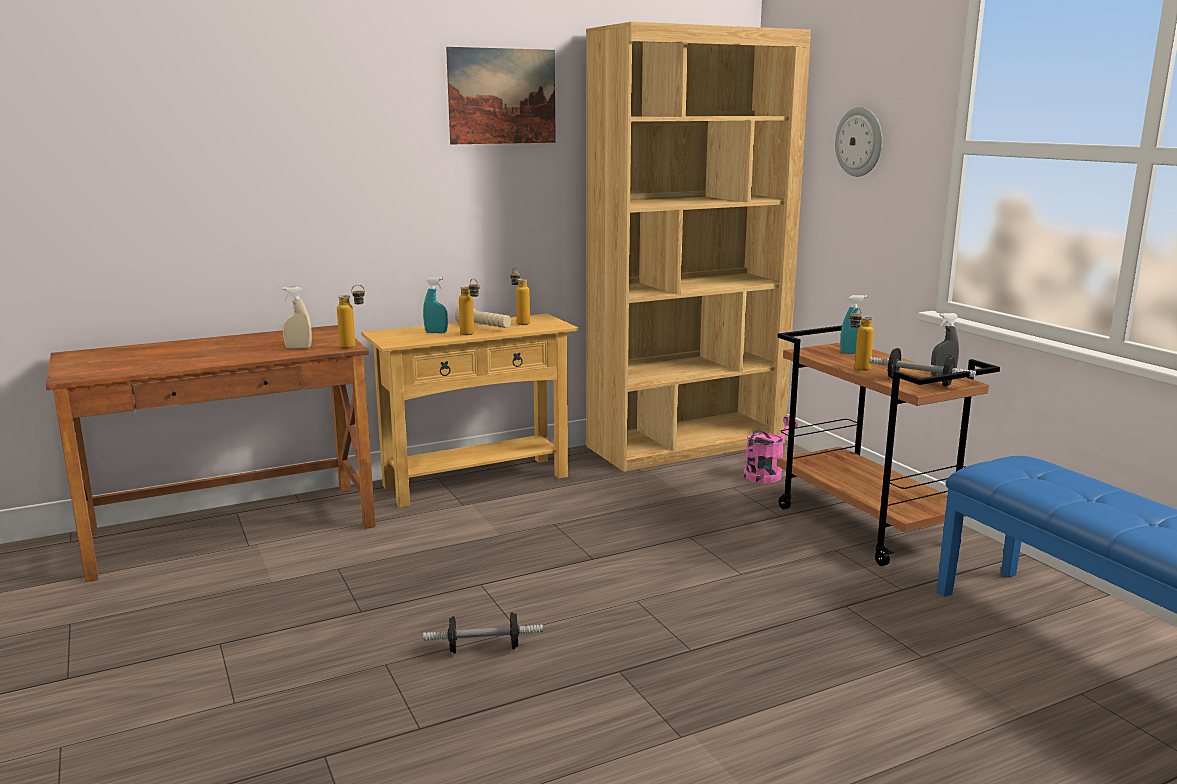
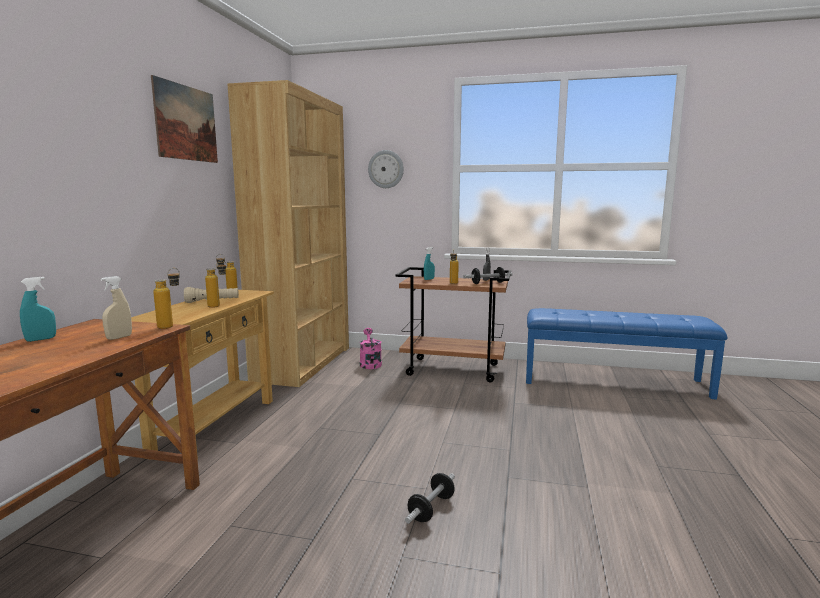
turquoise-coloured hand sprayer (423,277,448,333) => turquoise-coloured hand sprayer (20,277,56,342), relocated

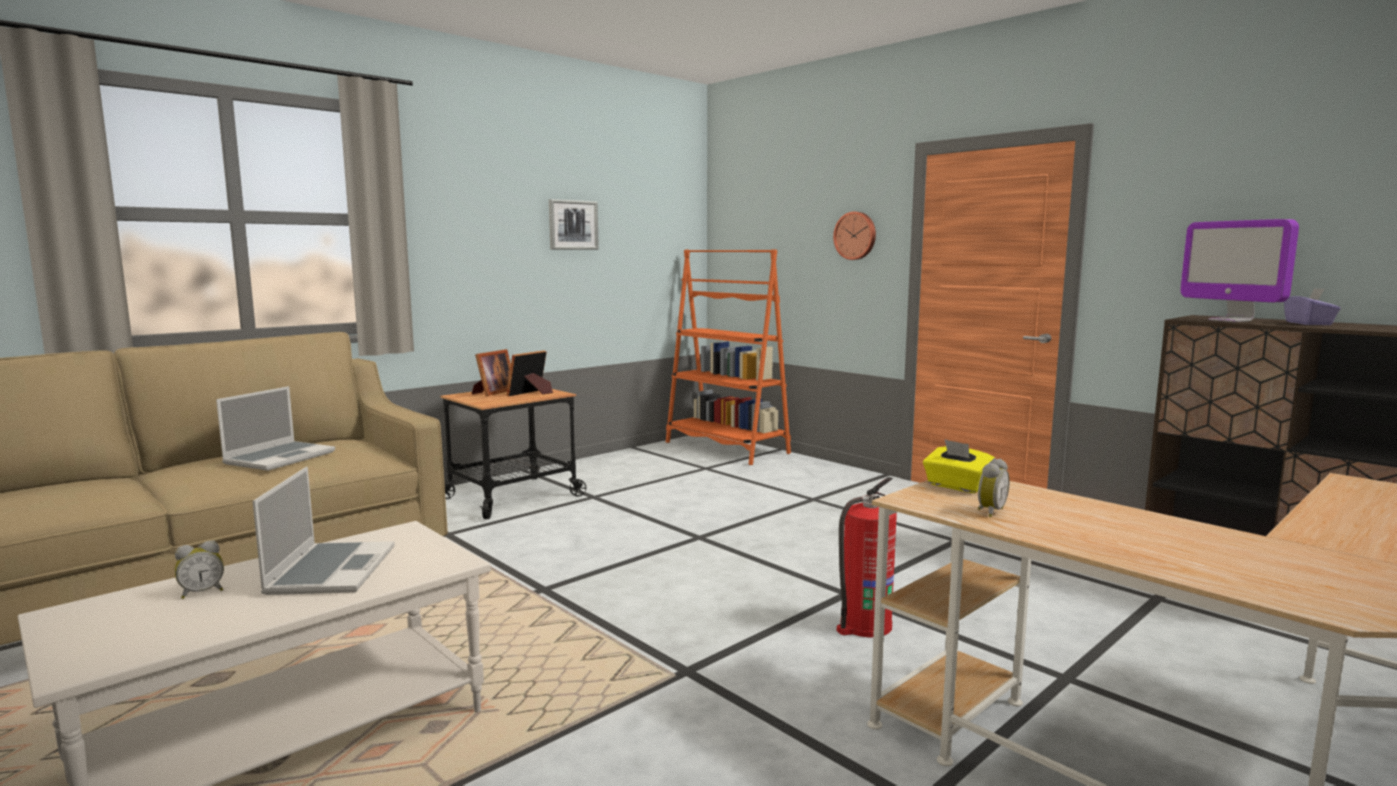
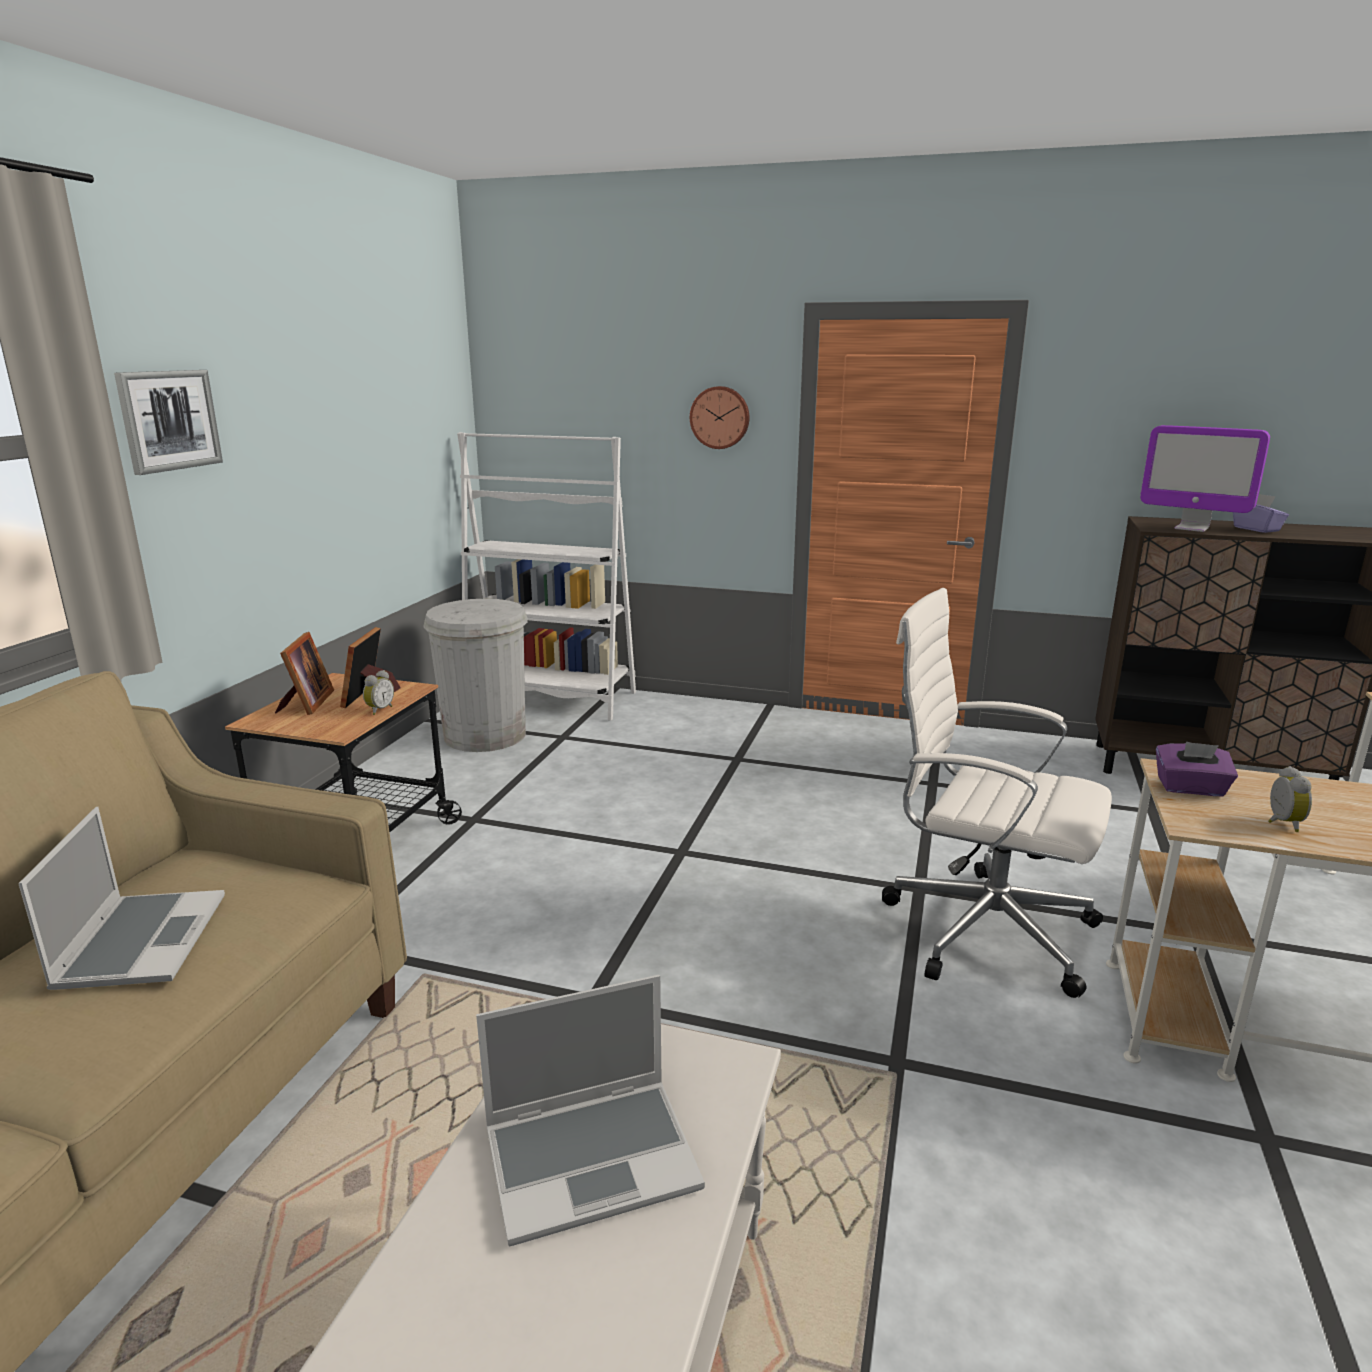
wall art (549,199,599,250) => wall art (114,370,223,475), relocated
orangey bookcase (666,249,791,465) => whitish bookcase (457,432,636,721)
yellow tissue box (923,439,995,493) => purplish tissue box (1156,742,1238,796)
laptop (253,467,395,595) => laptop (476,975,705,1246), 105 degrees clockwise
fire-fighting cylinder (837,477,897,637) => whitish office chair (882,588,1112,998)
bedside clock (175,541,224,599) => bedside clock (363,670,394,715), relocated
nothing => whitish rubbish bin (423,599,528,752)

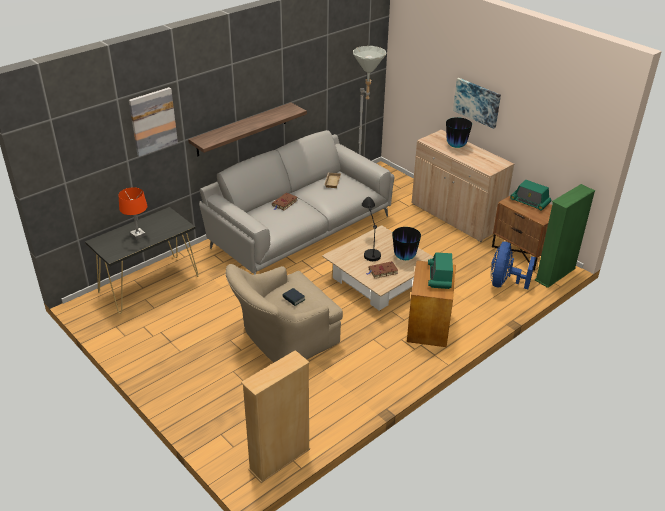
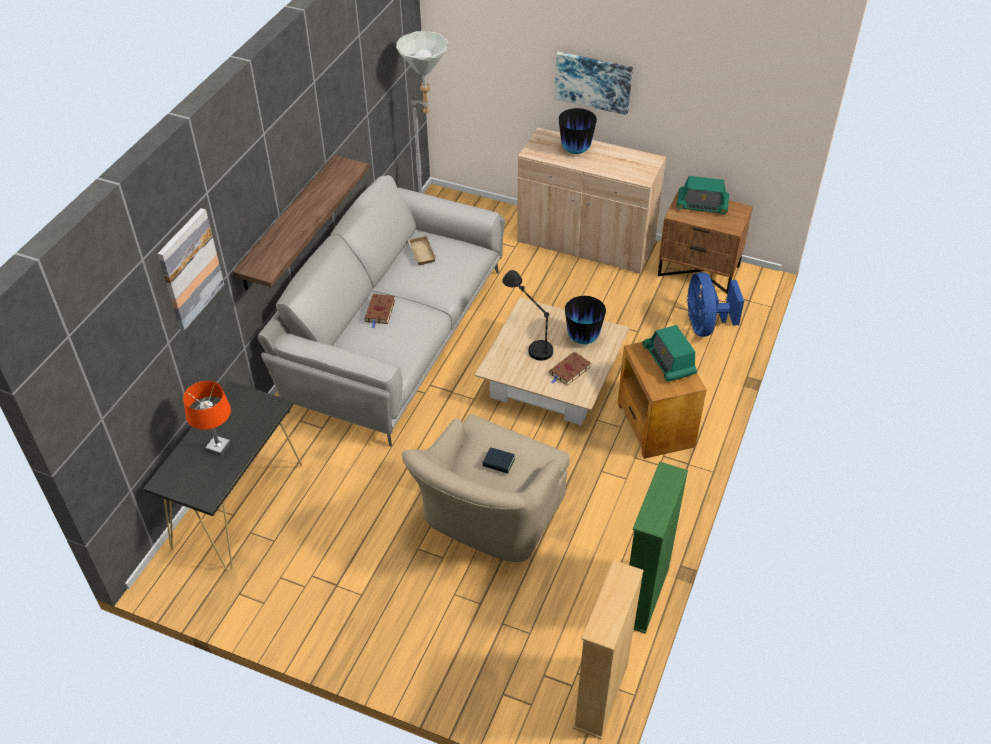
greenish bookcase (535,184,595,288) => greenish bookcase (629,461,688,634), relocated

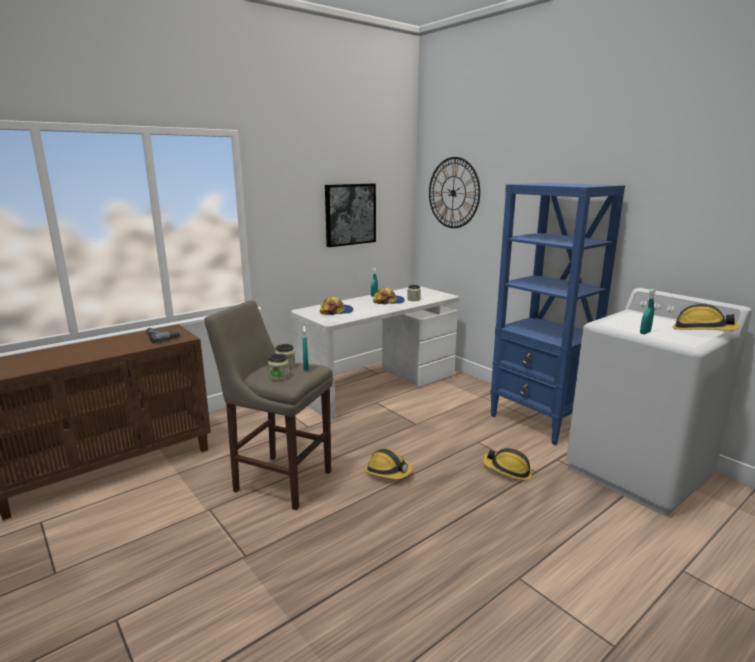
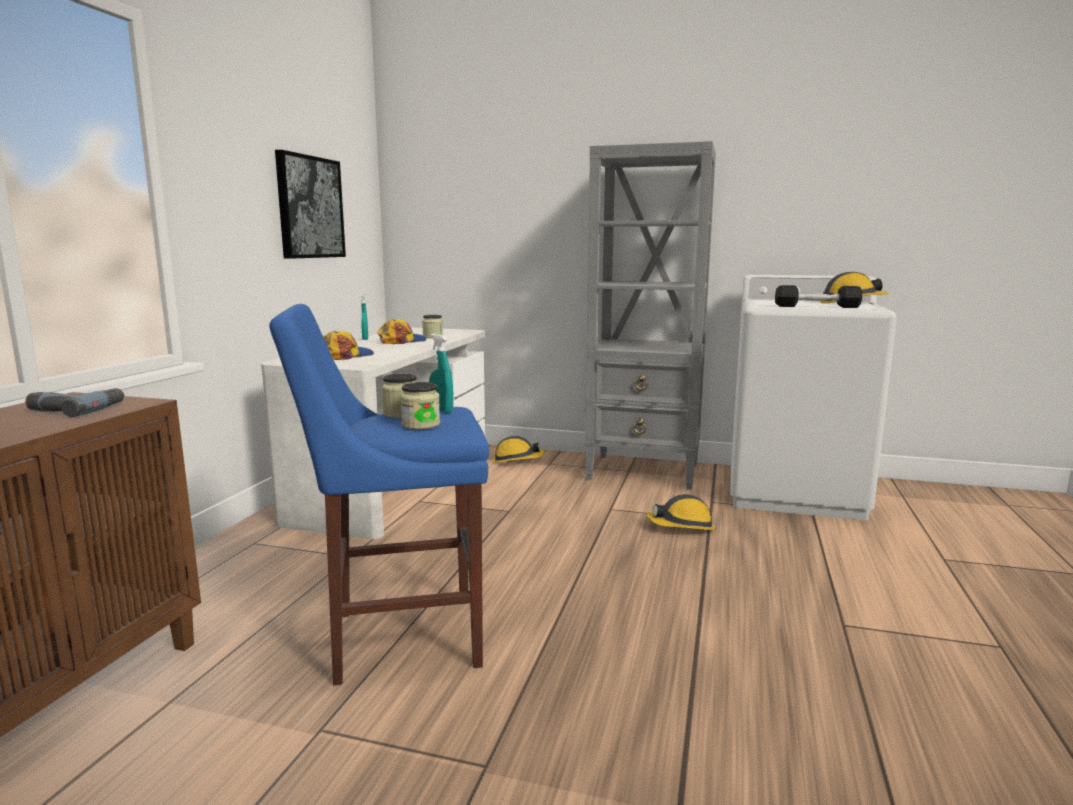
hanging clock (429,157,480,228) => nothing
blue-coloured bookcase (490,183,625,445) => grey bookcase (585,141,716,490)
turquoise-coloured hand sprayer (640,289,656,334) => black-coloured hand weight (775,285,862,308)
sand-coloured sitting stool (204,300,333,510) => blue-coloured sitting stool (269,304,489,685)
safety helmet (365,449,413,479) => safety helmet (493,436,544,463), relocated

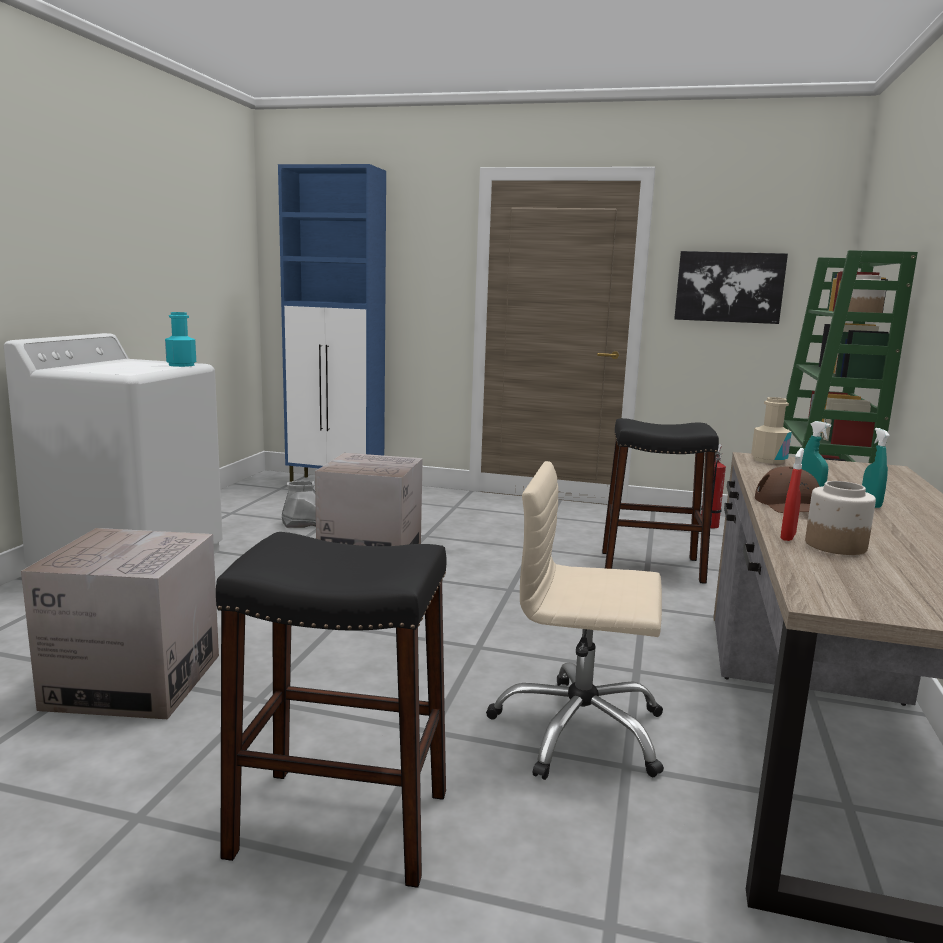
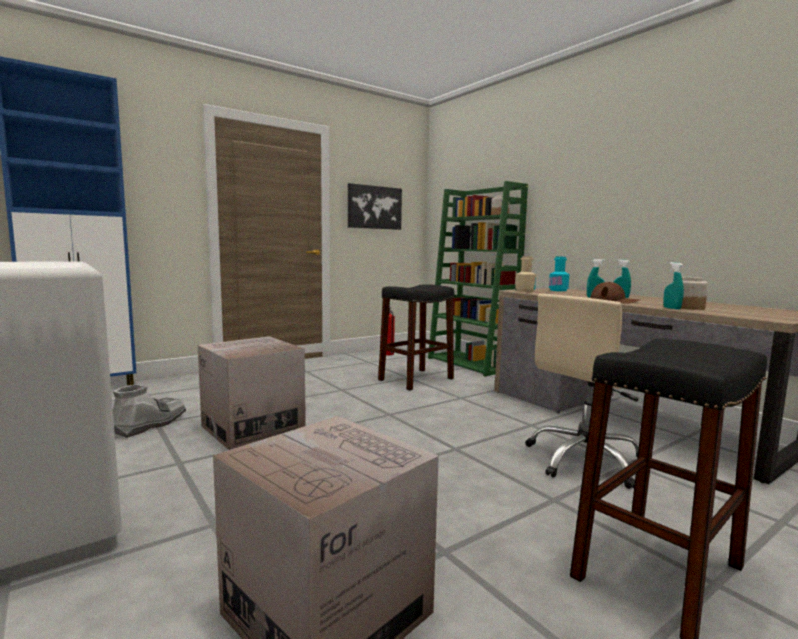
turquoise-coloured beverage bottle (165,312,196,367) => turquoise-coloured beverage bottle (549,257,569,291), relocated
reddish hand sprayer (780,448,804,541) => turquoise-coloured hand sprayer (663,262,684,310)

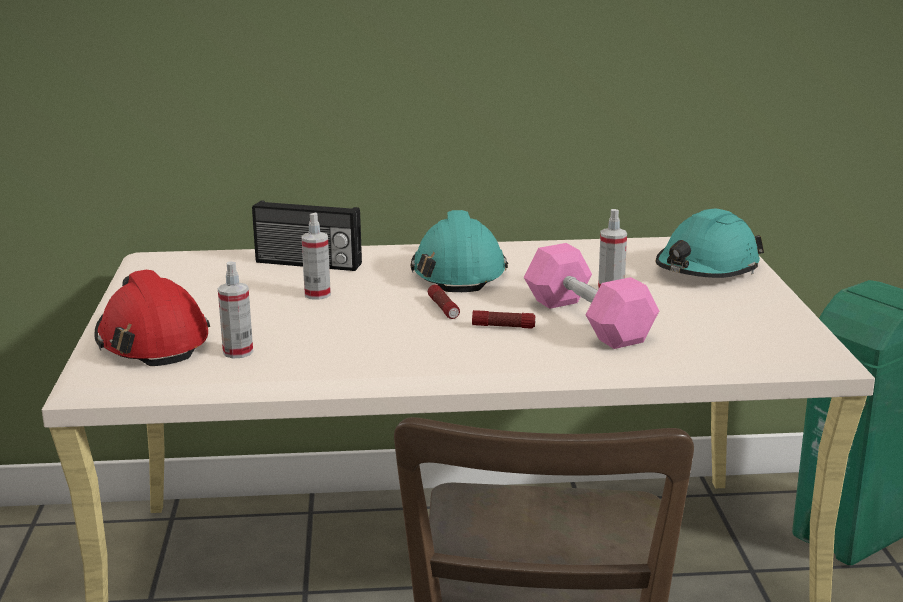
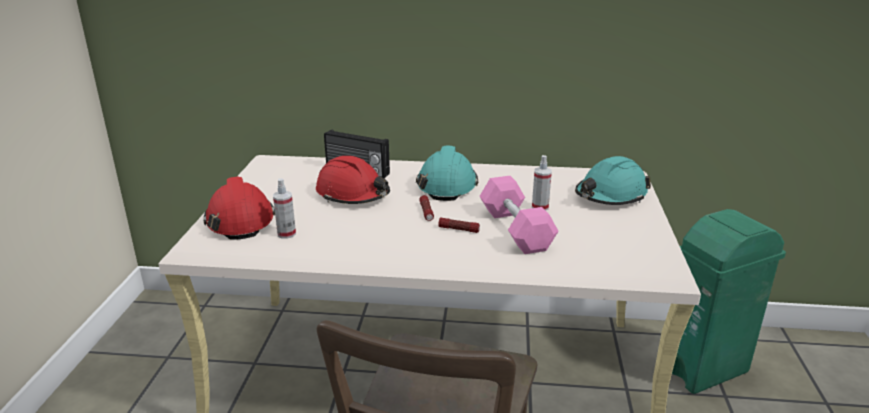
hand sprayer (301,213,331,300) => reddish safety helmet (316,156,390,204)

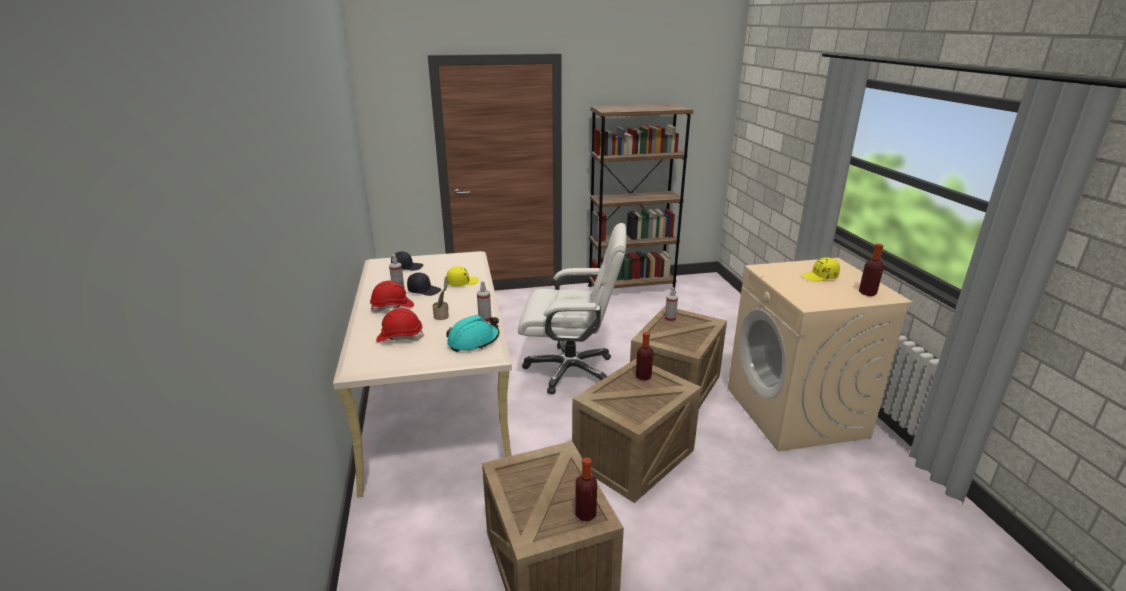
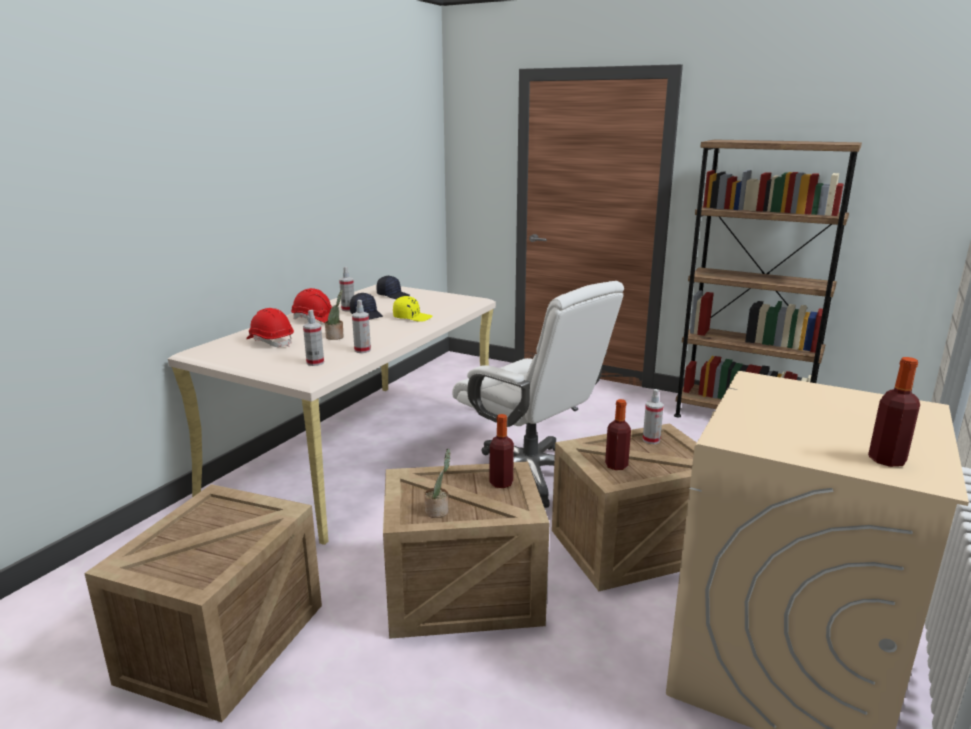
yellow baseball cap (802,257,840,282) => nothing
turquoise-coloured safety helmet (446,315,500,352) => hand sprayer (303,310,324,366)
beverage bottle (575,457,597,521) => beverage bottle (605,399,631,470), relocated
nothing => potted plant (424,449,450,518)

